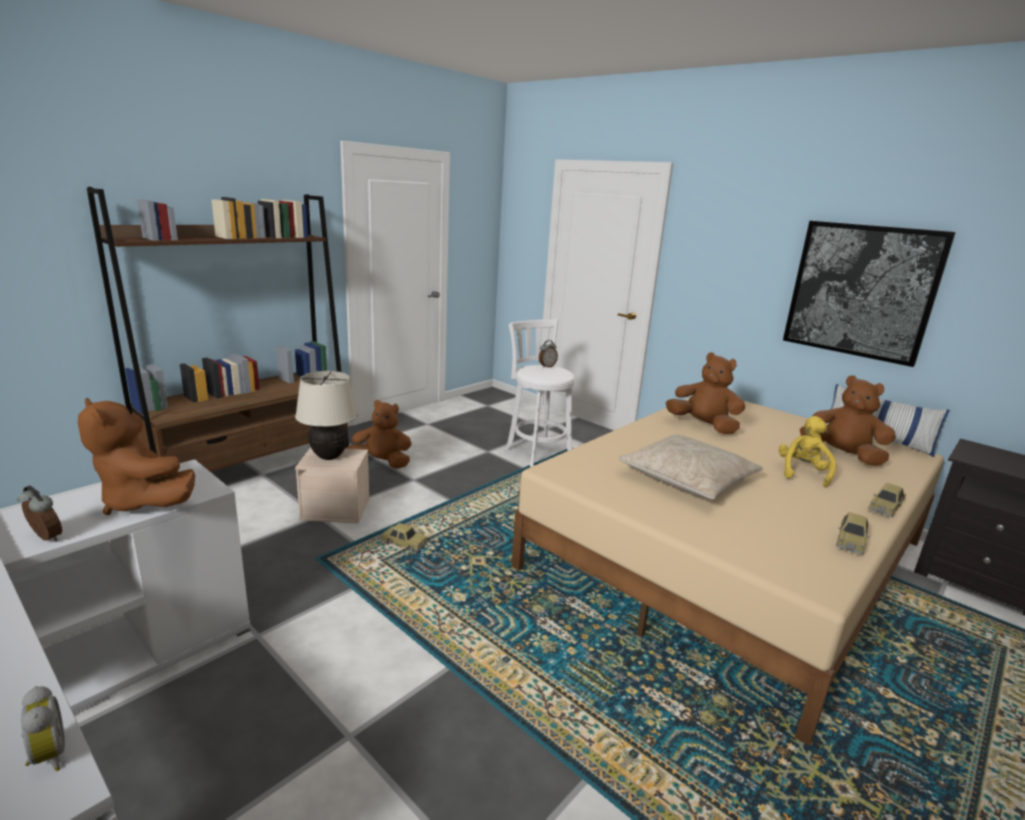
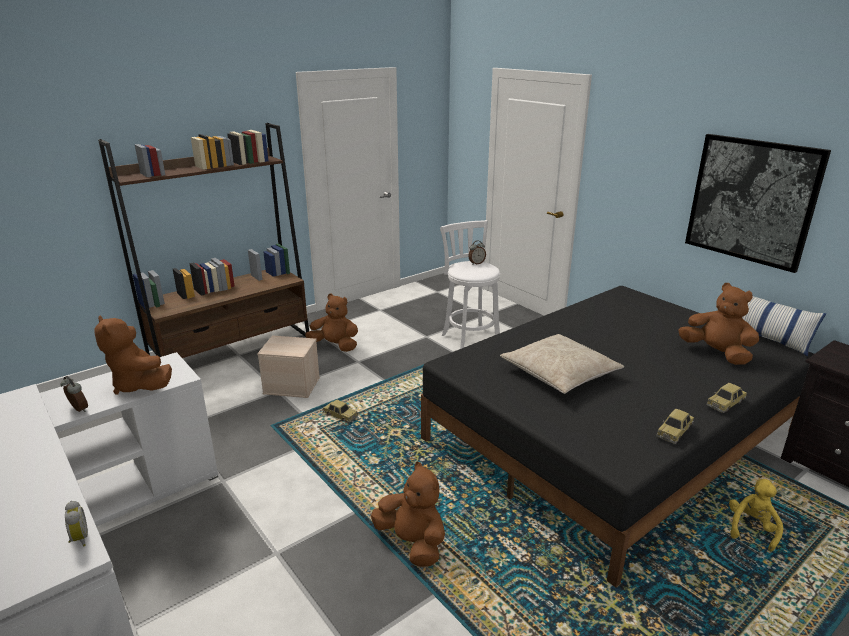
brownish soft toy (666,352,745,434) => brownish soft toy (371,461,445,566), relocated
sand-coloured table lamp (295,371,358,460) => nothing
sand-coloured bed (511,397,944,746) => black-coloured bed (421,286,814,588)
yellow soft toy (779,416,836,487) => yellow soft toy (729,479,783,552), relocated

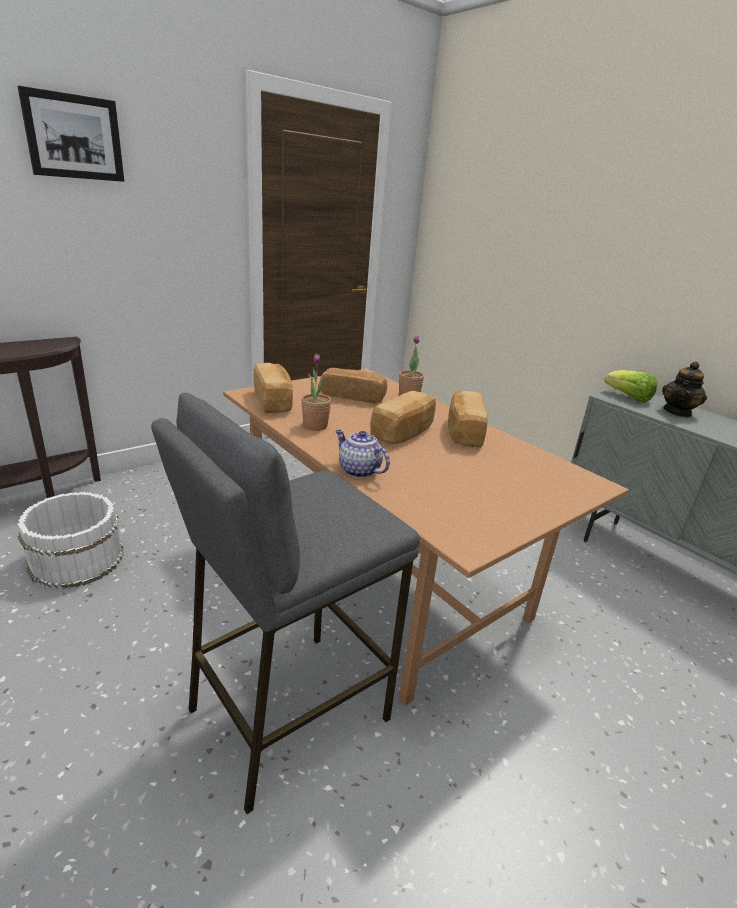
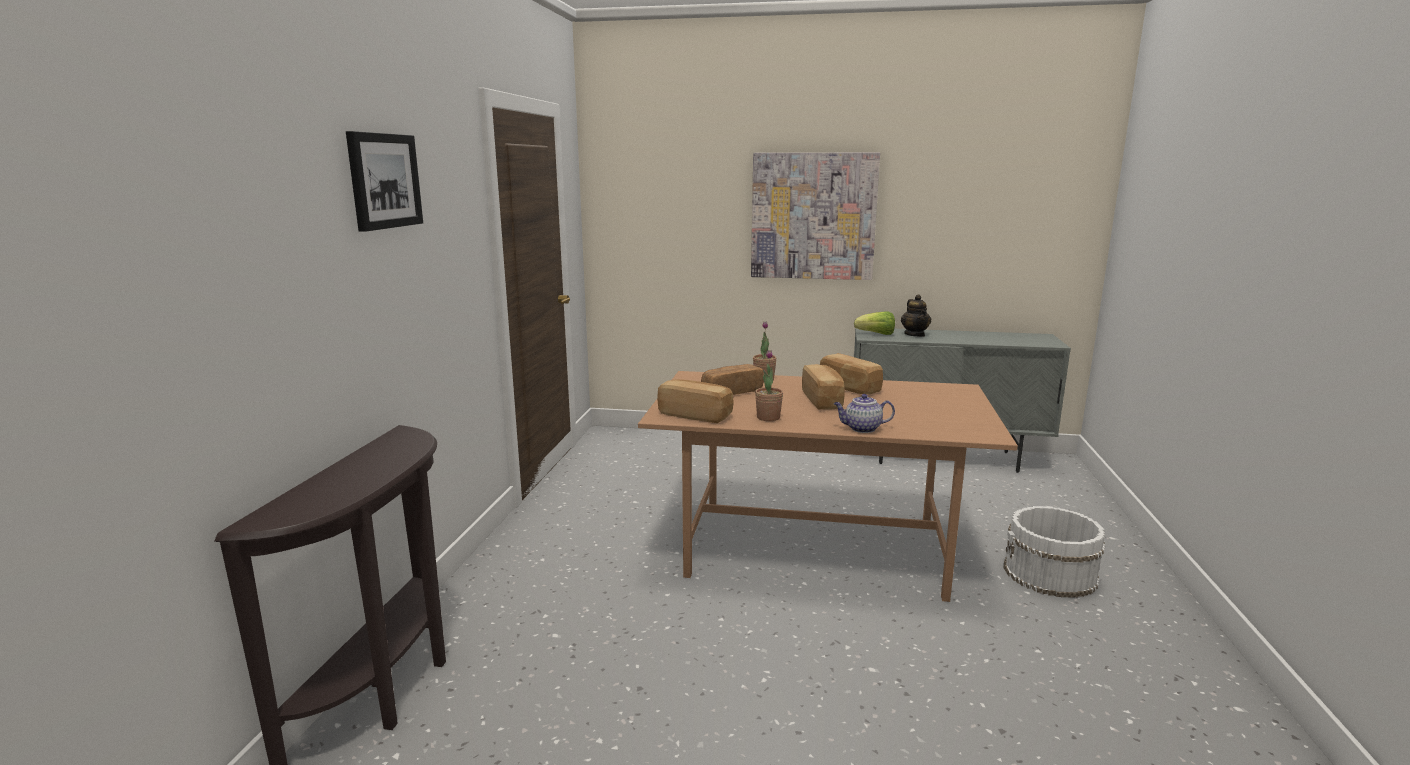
grey sitting stool (151,393,420,814) => nothing
whitish water bucket (18,492,124,589) => whitish water bucket (1004,506,1105,598), relocated
nothing => wall art (751,153,880,280)

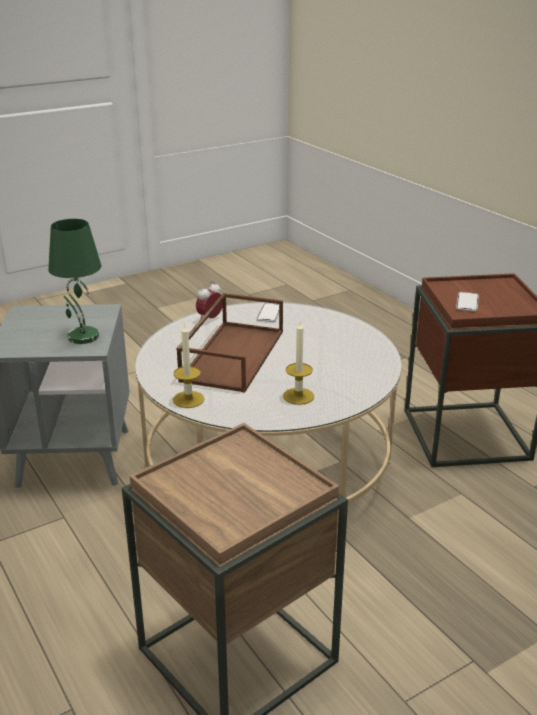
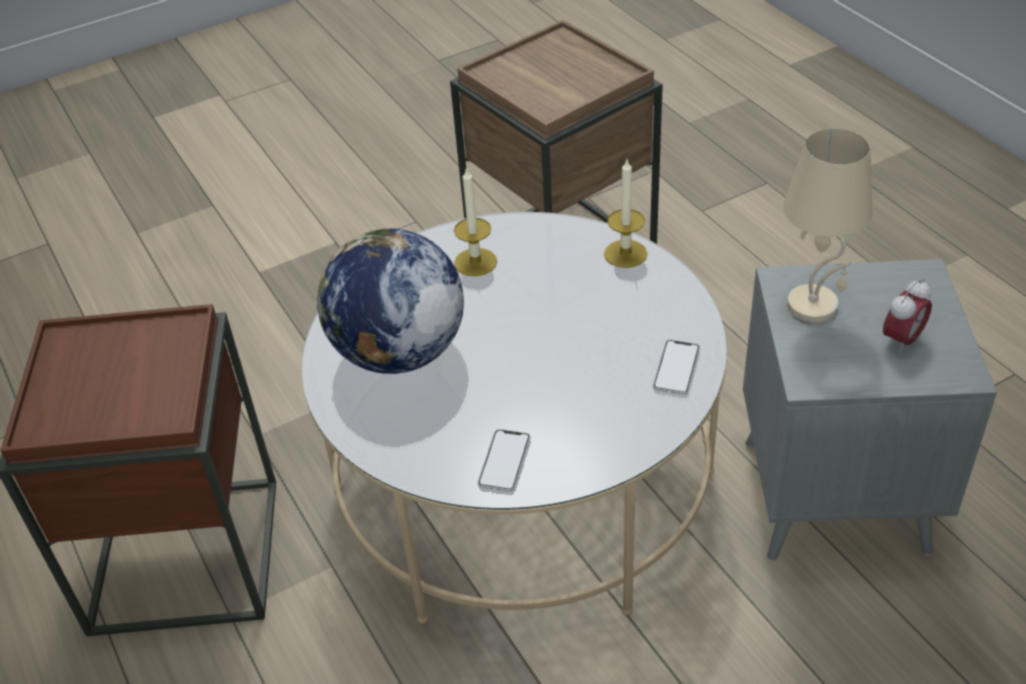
greenish table lamp (48,219,101,344) => sand-coloured table lamp (783,128,873,323)
bedside clock (196,281,222,320) => bedside clock (883,279,932,354), relocated
telephone (456,292,479,312) => telephone (653,340,700,395), relocated
brownish tray (176,293,283,393) => nothing
nothing => desk globe (315,229,464,374)

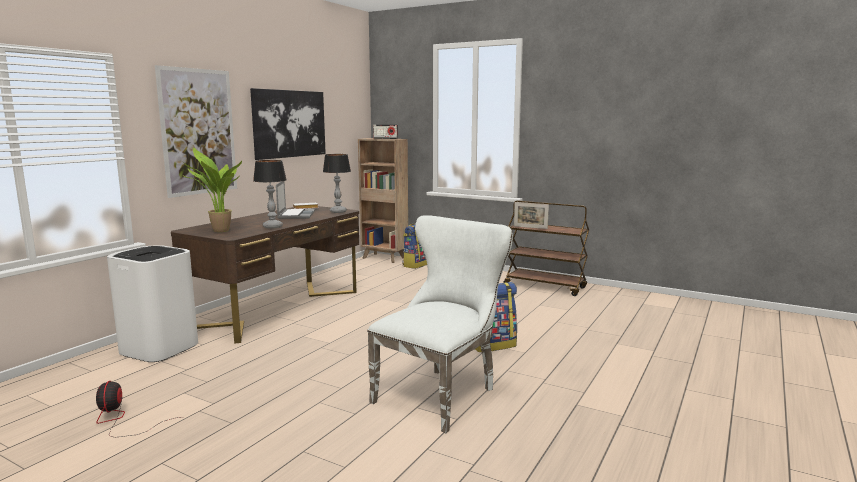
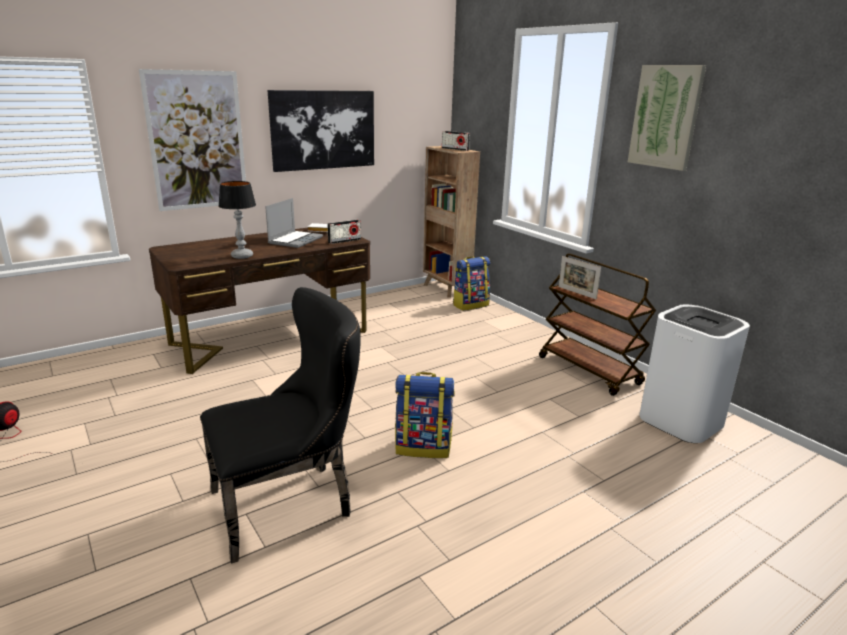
potted plant (181,147,242,232) => nothing
table lamp (323,154,351,213) => radio set (327,220,361,244)
whitish upright chair (367,215,513,433) => black-coloured upright chair (200,287,360,563)
whitish rubbish bin (107,245,198,362) => whitish rubbish bin (639,305,750,443), relocated
nothing => wall art (628,65,706,171)

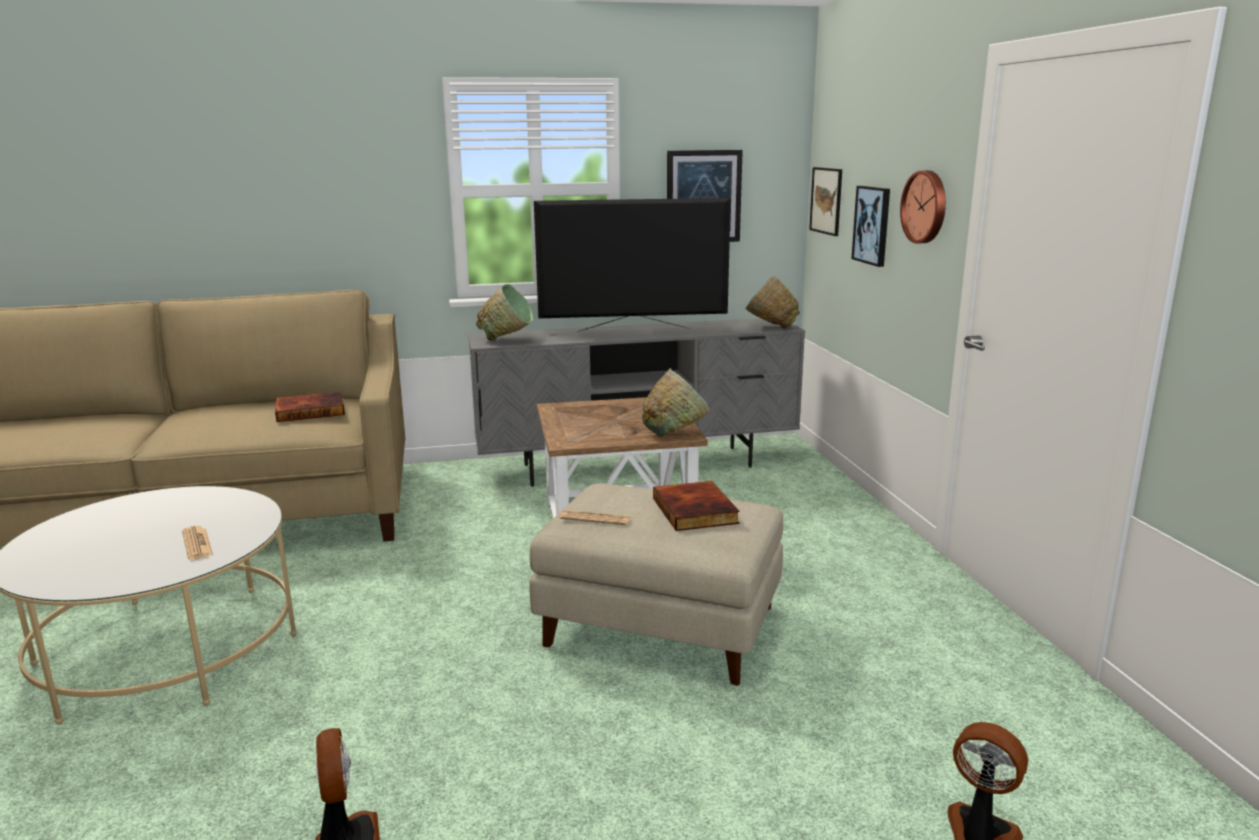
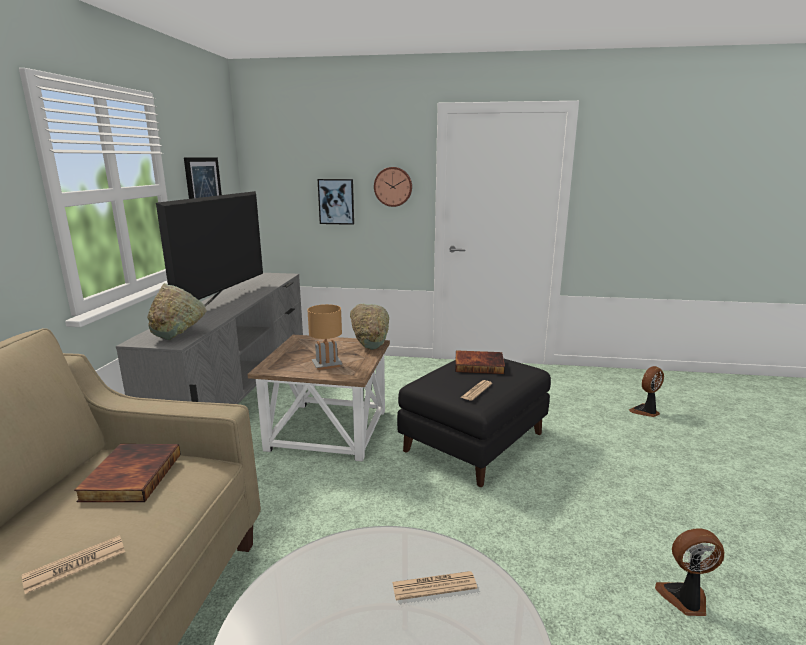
wall art (809,167,842,236) => nothing
greenish deep dish (745,276,800,328) => nothing
sand-coloured pouffe (529,483,783,686) => black-coloured pouffe (397,358,551,487)
nothing => brownish table lamp (308,304,343,370)
nothing => daily paper (22,535,125,594)

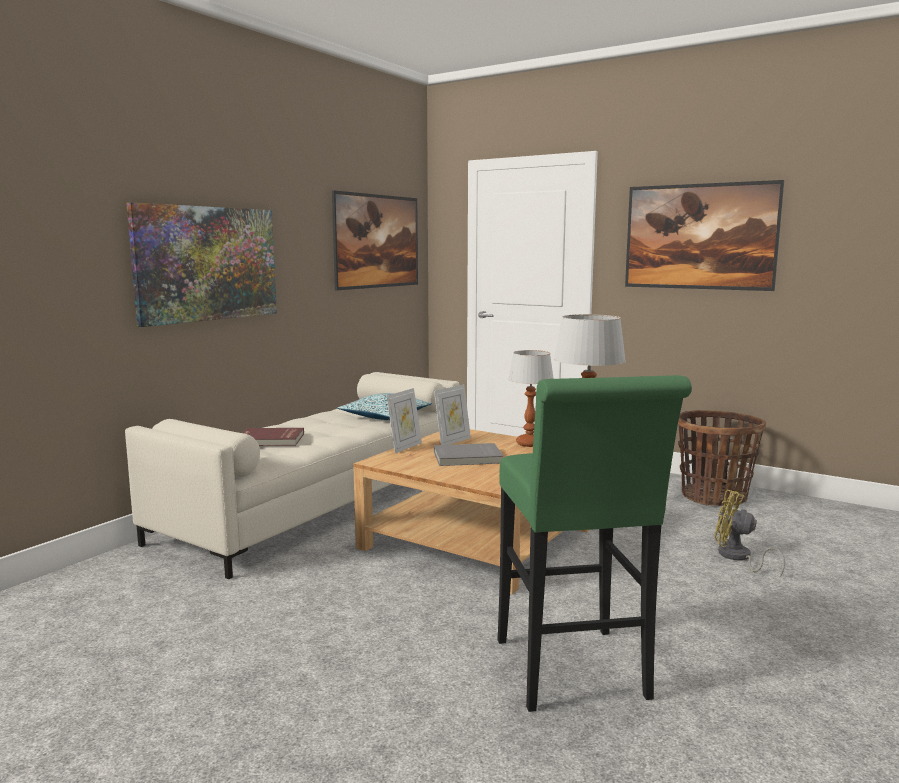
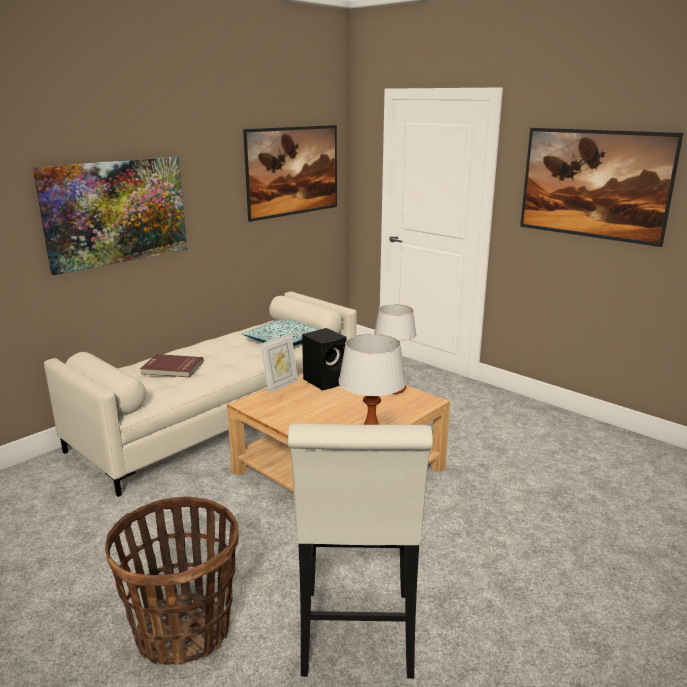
greenish sitting stool (497,375,692,712) => whitish sitting stool (288,424,433,679)
photo frame (434,385,471,445) => black-coloured loudspeaker (302,328,346,390)
storage basket (678,410,766,506) => storage basket (105,497,239,665), relocated
grey book (434,443,504,466) => nothing
yellow fan (715,489,785,577) => nothing

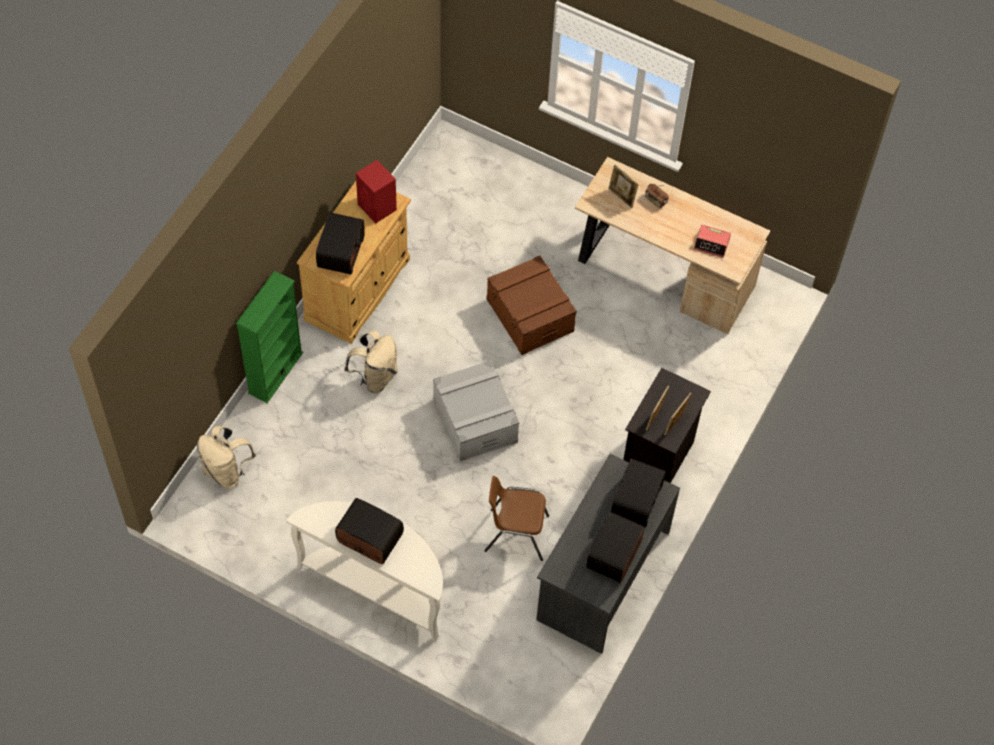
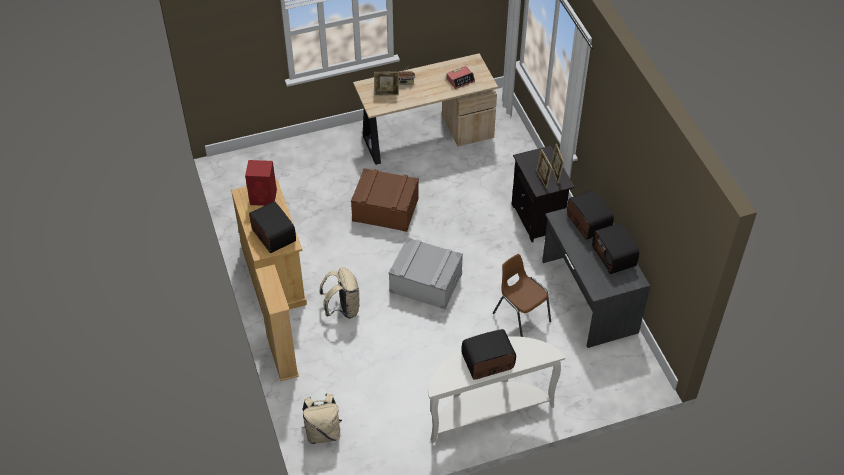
greenish bookcase (236,271,303,403) => sand-coloured bookcase (255,264,299,381)
brownish upright chair (484,476,549,561) => brownish upright chair (493,254,551,337), 90 degrees clockwise

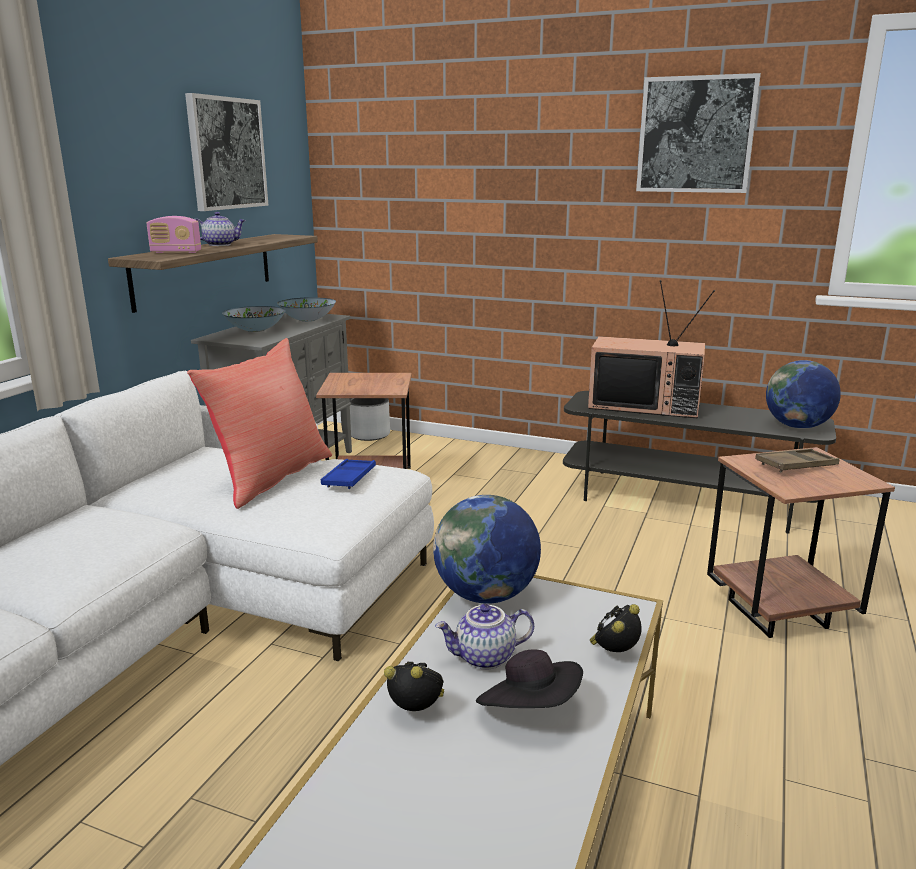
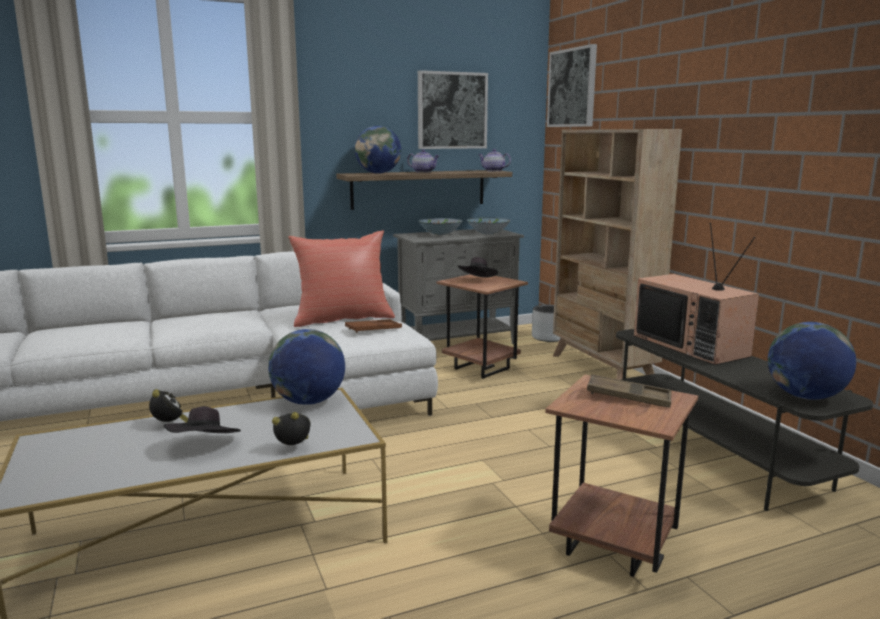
wall art (636,73,761,193) => wall art (547,44,597,127), relocated
radio set (146,216,201,253) => desk globe (355,126,401,174)
blue-coloured tray (321,459,376,489) => brownish tray (345,319,402,333)
teapot (435,604,534,670) => teapot (478,149,511,171), relocated
nothing => sand-coloured bookcase (553,129,682,380)
nothing => black-coloured clothing hat (458,257,498,278)

